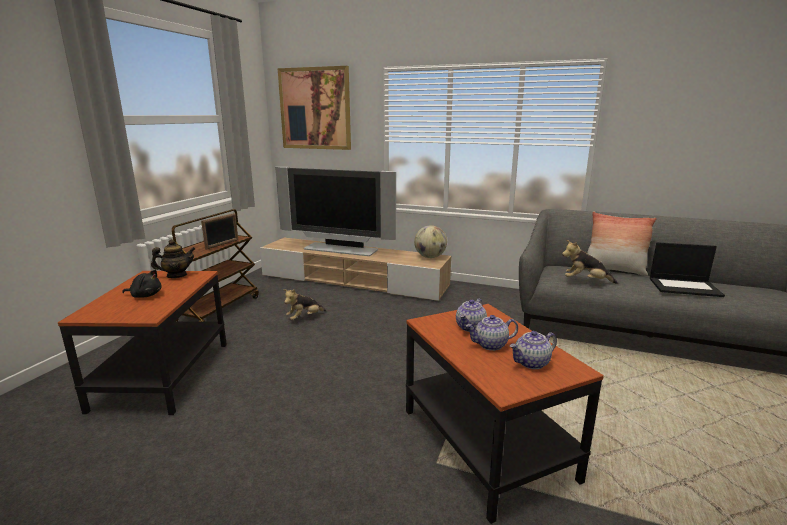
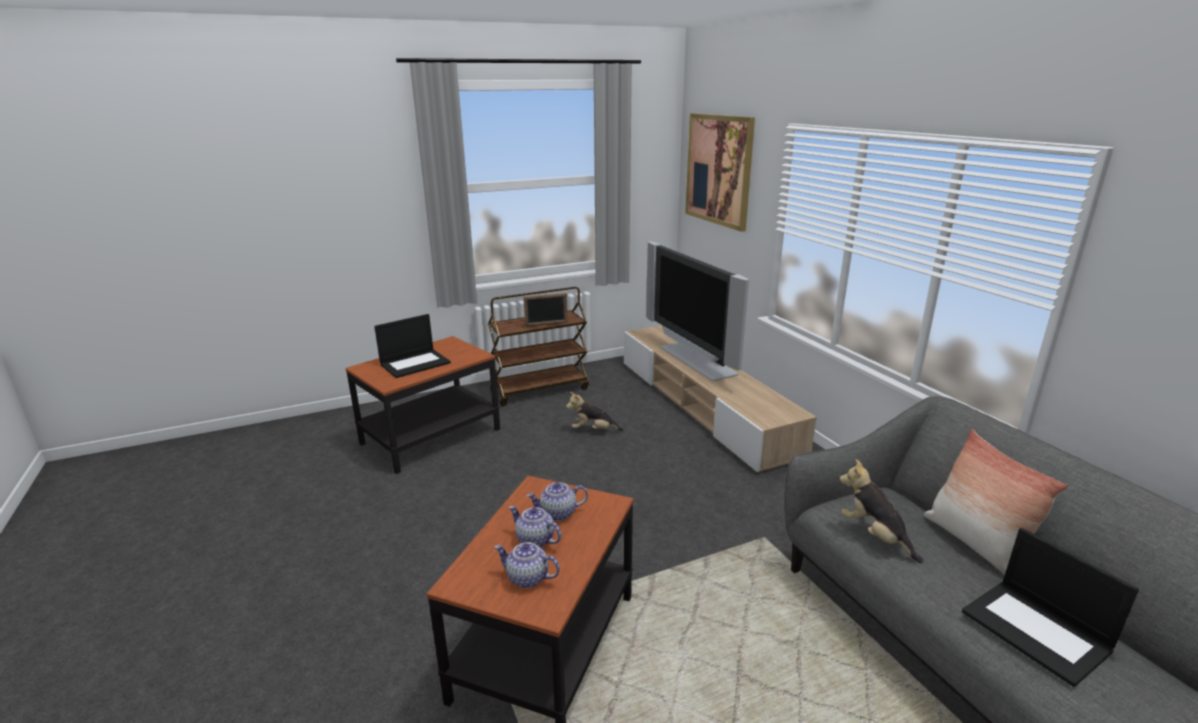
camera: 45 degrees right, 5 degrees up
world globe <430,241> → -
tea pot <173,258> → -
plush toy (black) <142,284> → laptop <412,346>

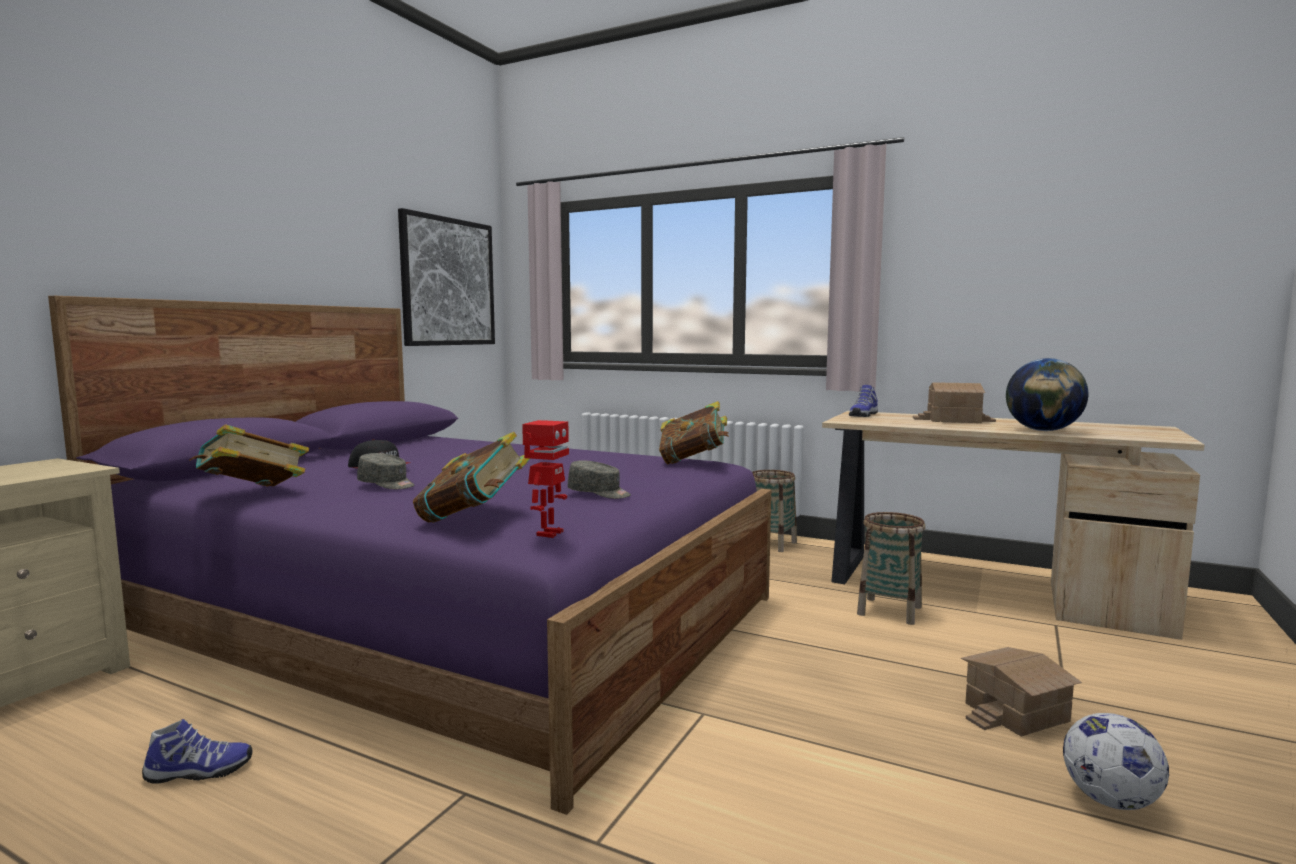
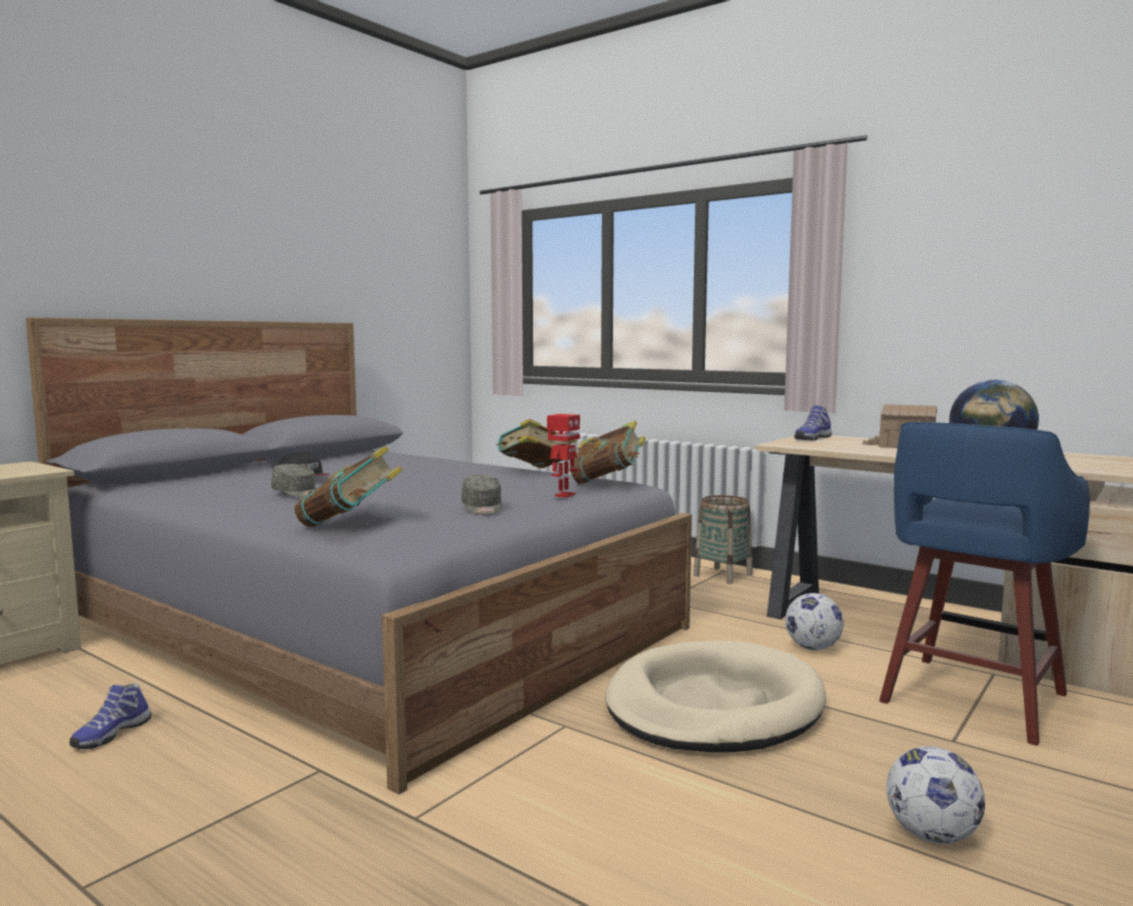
camera: 10 degrees right, 0 degrees up
wall art <446,277> → -
sleeping bed (purplish) <409,555> → sleeping bed (gray) <359,556>
robot figure <545,479> → robot figure <563,456>, move
volume <249,455> → volume <536,443>, move
baseball cap (gray) <599,479> → baseball cap (gray) <482,495>, 45 degrees clockwise
storage basket <891,568> → ball for football <814,621>
miniature house <1021,691> → -
item of footwear <197,751> → item of footwear <110,716>, 120 degrees clockwise
- → stool (blue) <984,584>
- → pet bed (sand-coloured) <715,696>

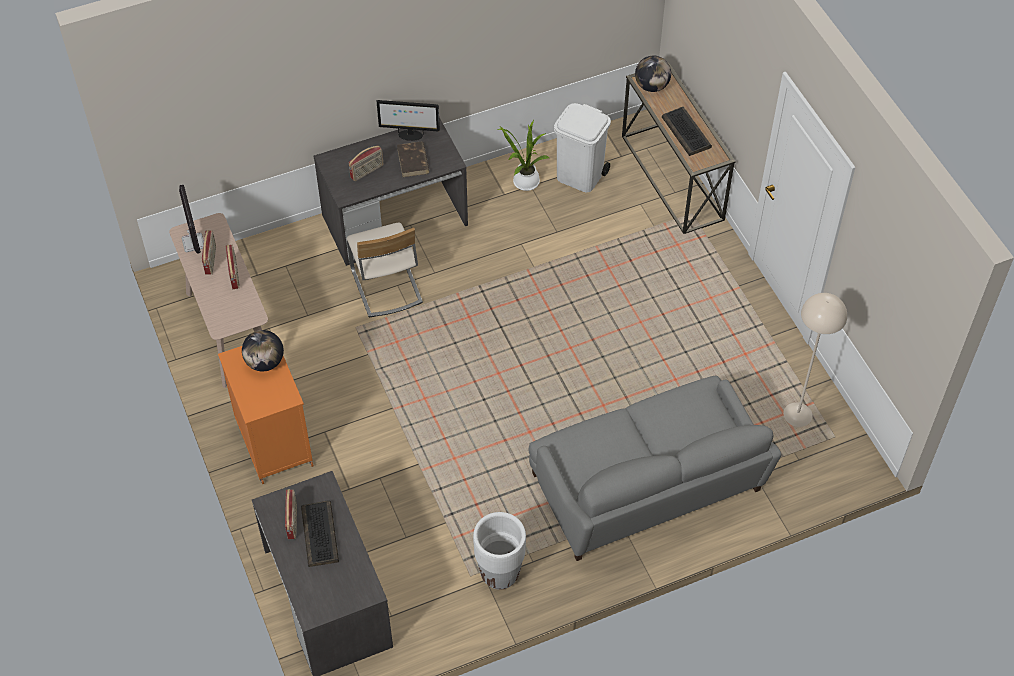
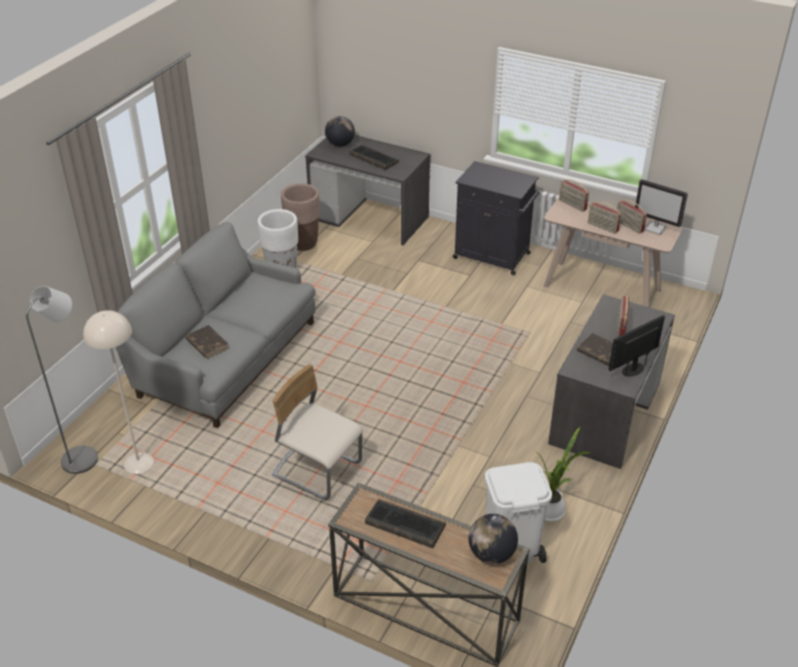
camera: 140 degrees right, 15 degrees down
upright chair (sand-coloured) <385,270> → upright chair (sand-coloured) <317,432>, move
world globe <263,350> → world globe <340,131>, move
storage cabinet (orange-coloured) <266,415> → storage cabinet (black) <496,218>
radio set <291,514> → radio set <574,196>, move
- → plant pot (brown-coloured) <300,217>
- → floor lamp (gray) <62,380>
- → volume (brown-coloured) <207,342>

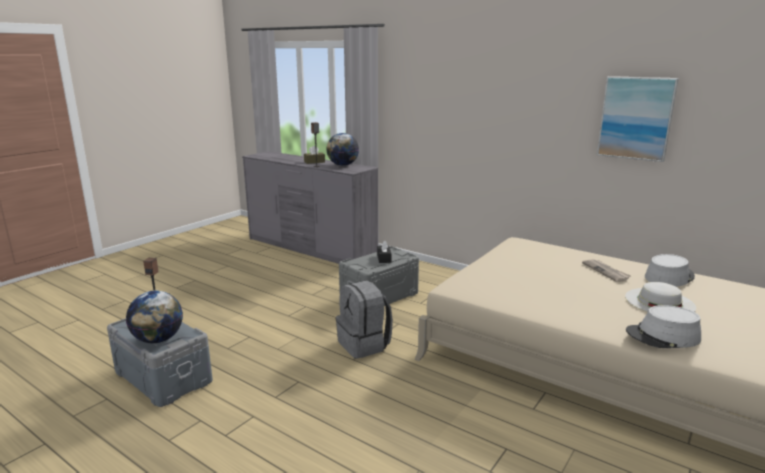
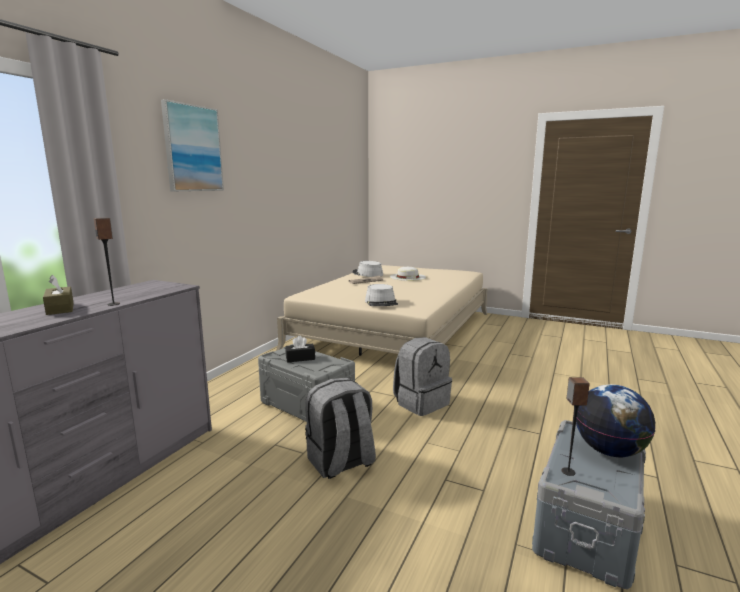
camera: 100 degrees left, 5 degrees down
wall art <638,119> → wall art <192,145>, move
world globe <342,149> → -
wearable hat (gray) <663,326> → wearable hat (gray) <381,295>, move
- → knapsack (gray) <340,428>

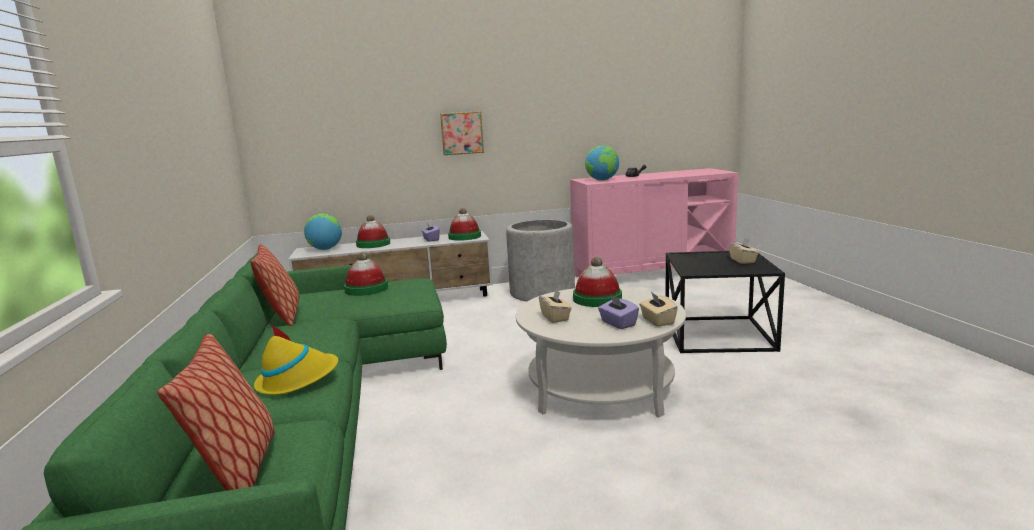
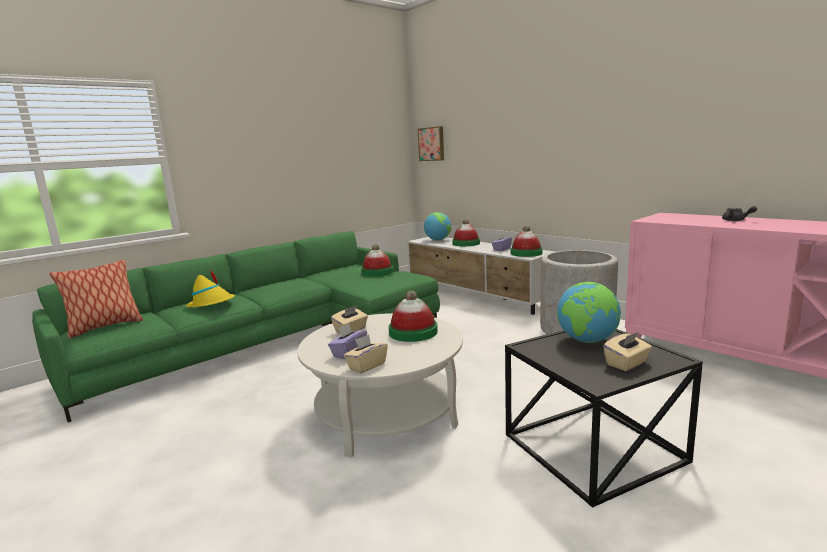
camera: 60 degrees right, 0 degrees up
wall art <462,133> → wall art <431,143>, move
world globe <602,163> → world globe <589,312>, move
pillow <274,285> → -

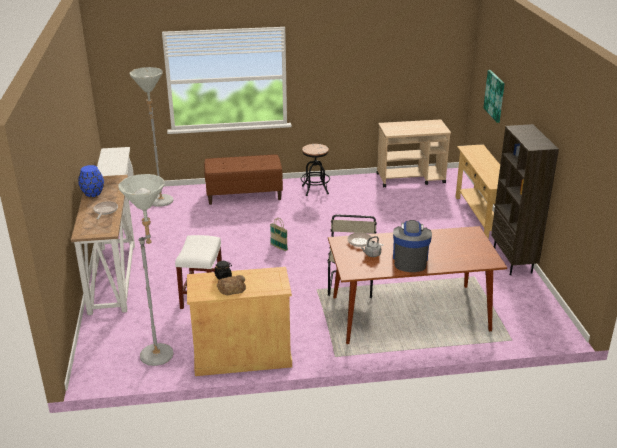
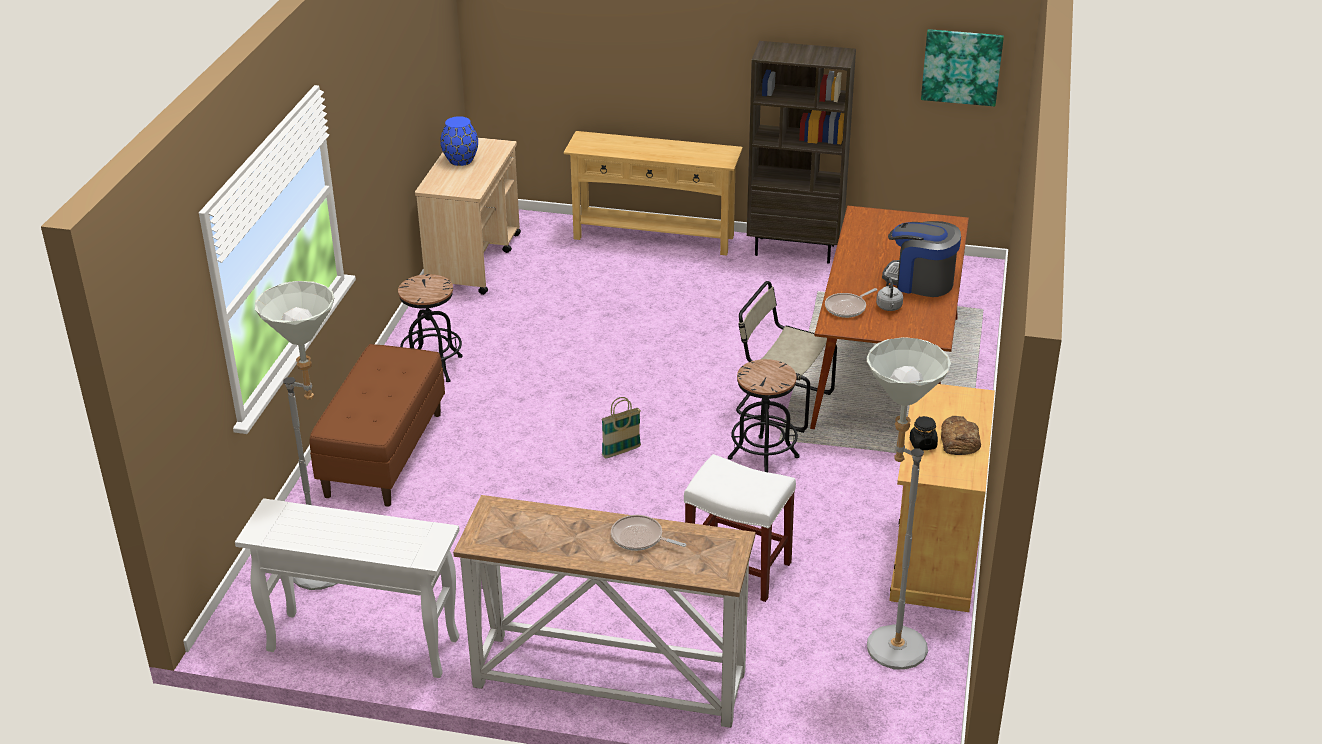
camera: 70 degrees left, 5 degrees up
wall art <494,96> → wall art <962,67>, move
decorative vase (blue) <91,181> → decorative vase (blue) <459,141>, move
- → stool (black) <764,415>

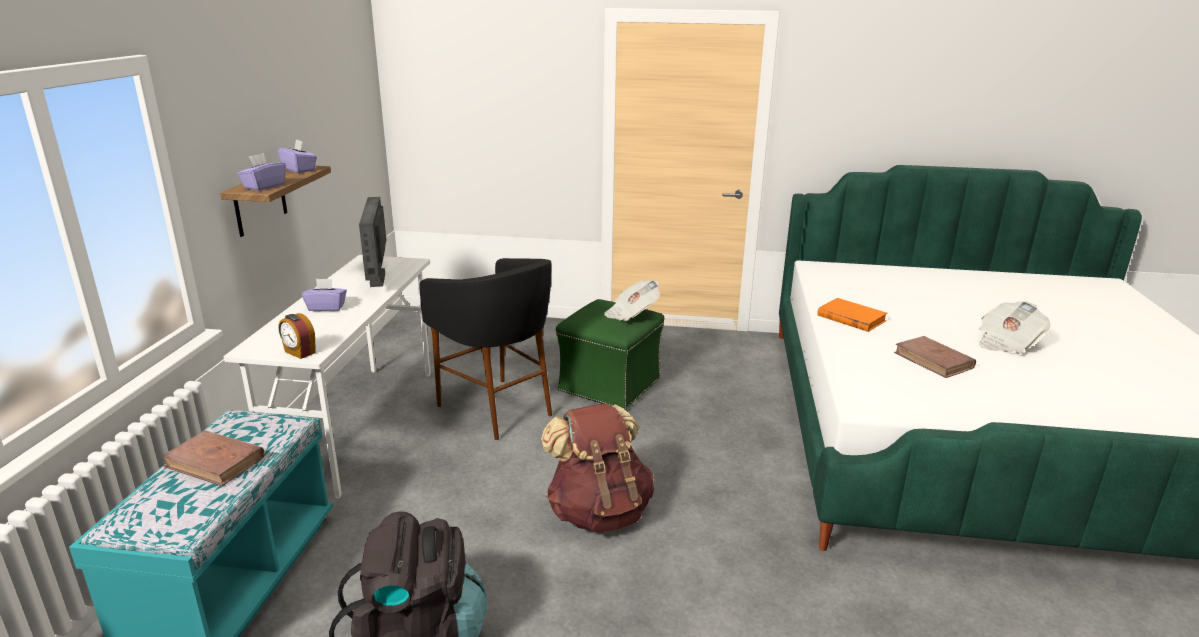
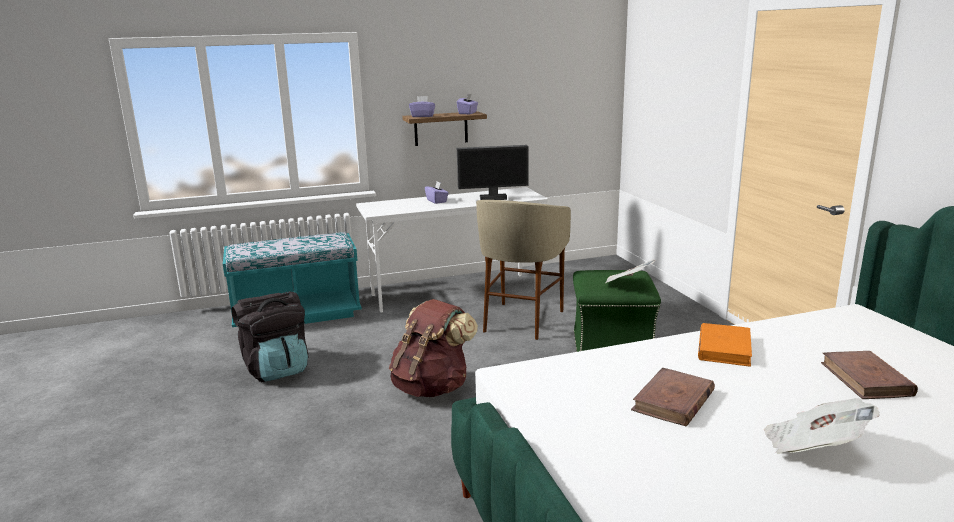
camera: 65 degrees right, 5 degrees down
monitor <373,242> → monitor <493,172>, 150 degrees counterclockwise
stool (black) <485,349> → stool (sand-coloured) <523,270>
bedside clock <297,336> → -
volume (brown-coloured) <212,458> → volume (brown-coloured) <869,375>, move

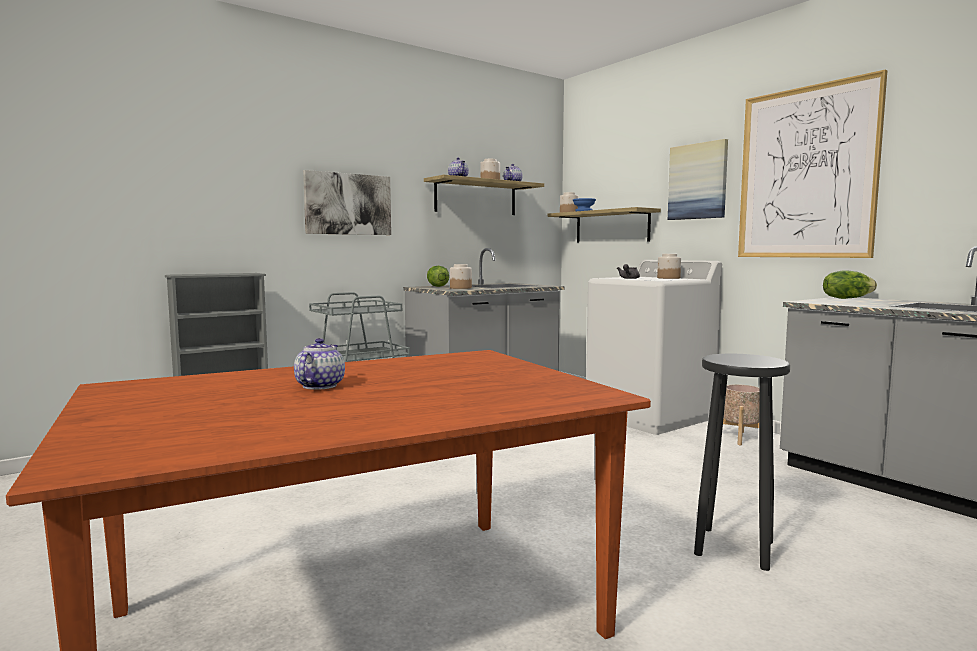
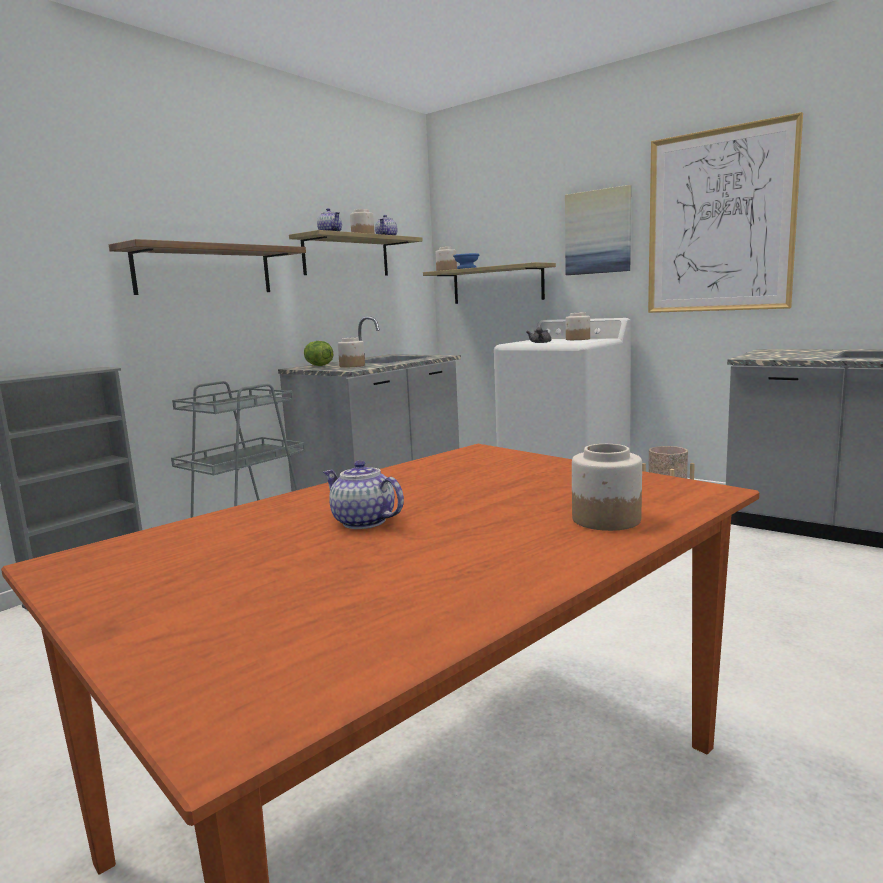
camera: 15 degrees left, 5 degrees up
wall art <347,202> → bracket shelf <207,267>
lettuce <850,284> → -
tea pot <319,364> → tea pot <363,494>, 45 degrees counterclockwise
stool (black) <742,462> → -
- → storage jar <607,487>

